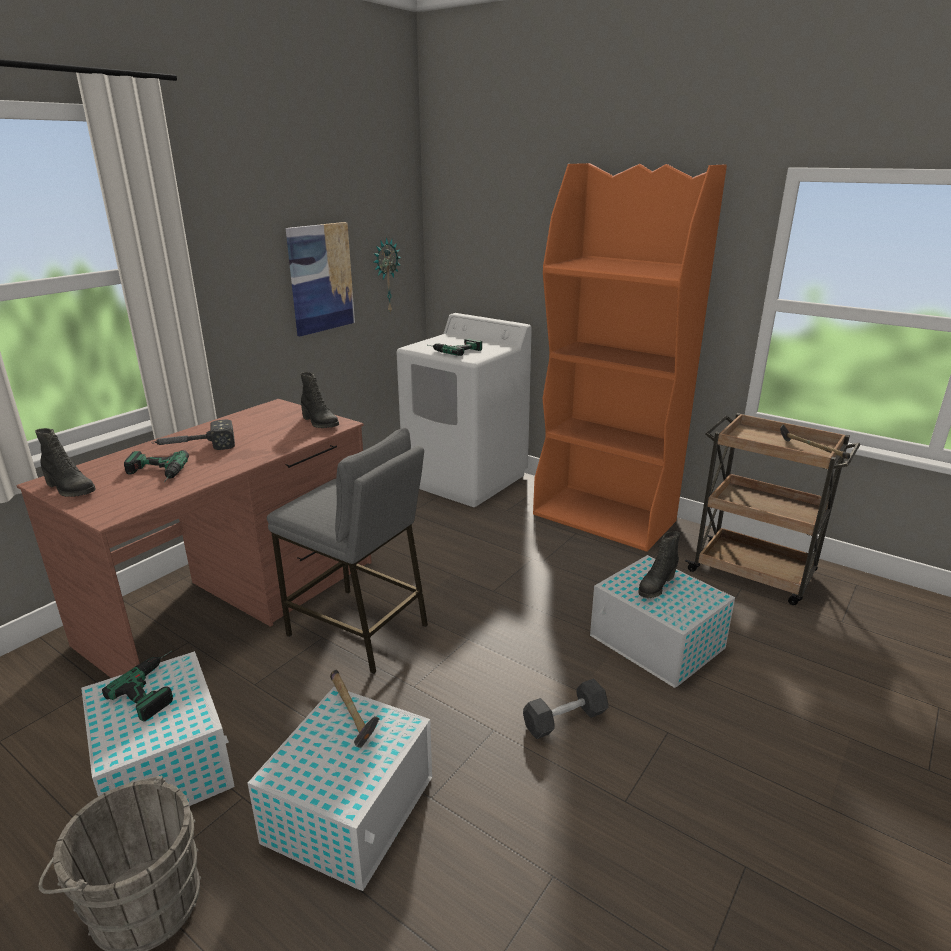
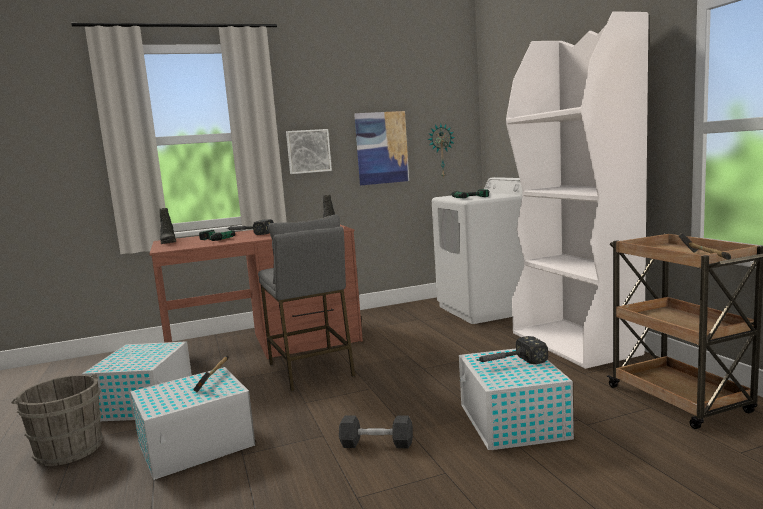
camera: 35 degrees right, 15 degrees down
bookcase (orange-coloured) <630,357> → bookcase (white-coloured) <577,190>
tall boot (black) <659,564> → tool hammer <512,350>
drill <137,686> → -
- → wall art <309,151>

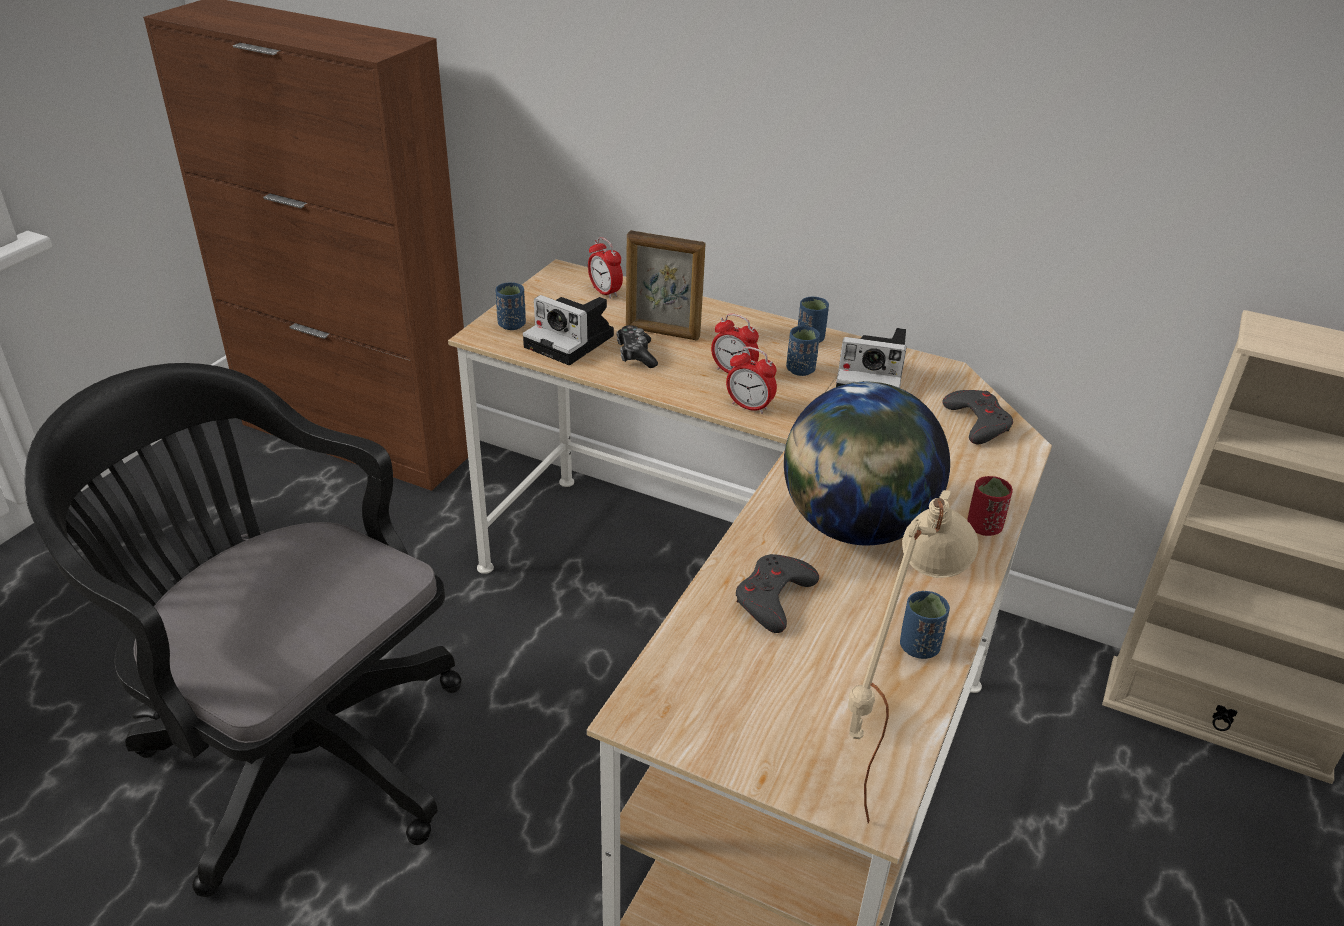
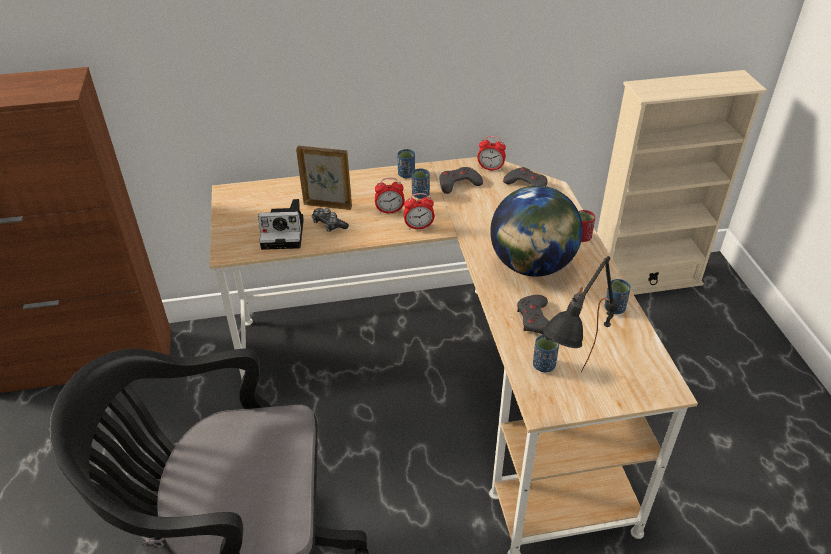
camera: 35 degrees left, 5 degrees up
picture frame <665,285> → picture frame <324,178>, 150 degrees counterclockwise
bedside clock <605,268> → bedside clock <491,153>, move
small cup (blue) <511,306> → small cup (blue) <546,353>, move
still camera <871,358> → joypad (gray) <461,180>
lamp for a table (sand-coloured) <913,656> → -
- → lamp for a table (black) <580,314>

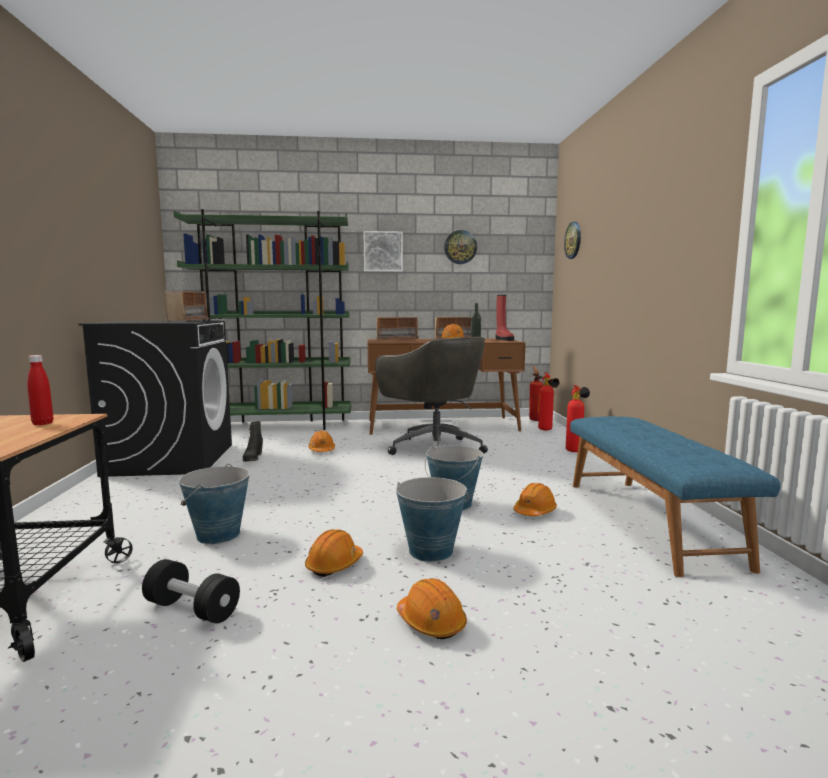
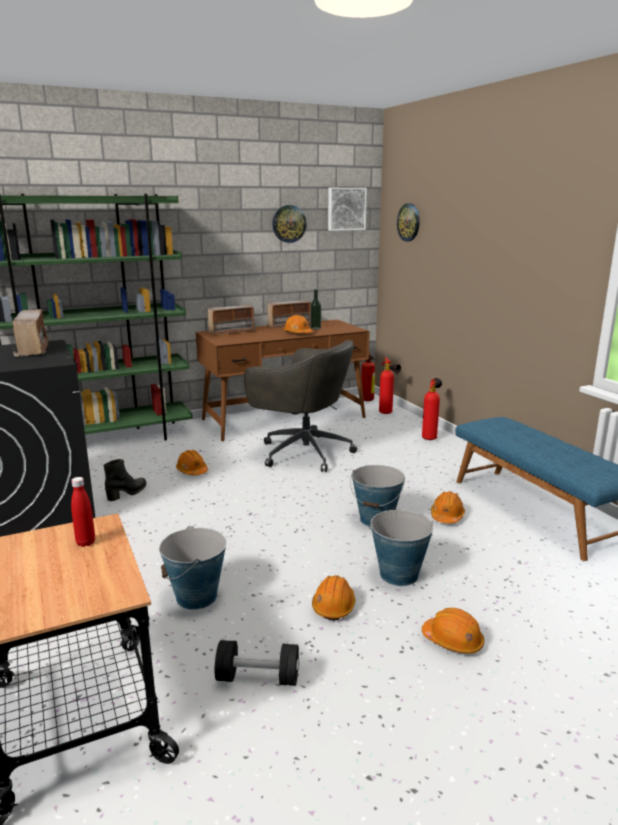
camera: 20 degrees left, 10 degrees up
wall art <383,251> → wall art <347,209>, move
tall boot (red) <505,318> → -
tall boot (black) <253,441> → tall boot (black) <125,480>, 120 degrees counterclockwise

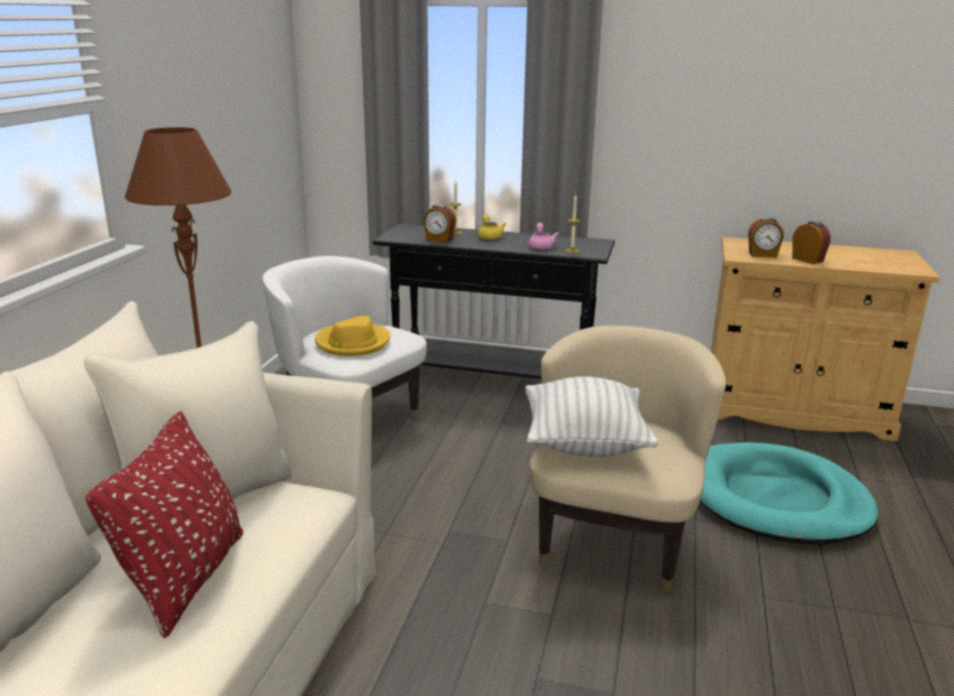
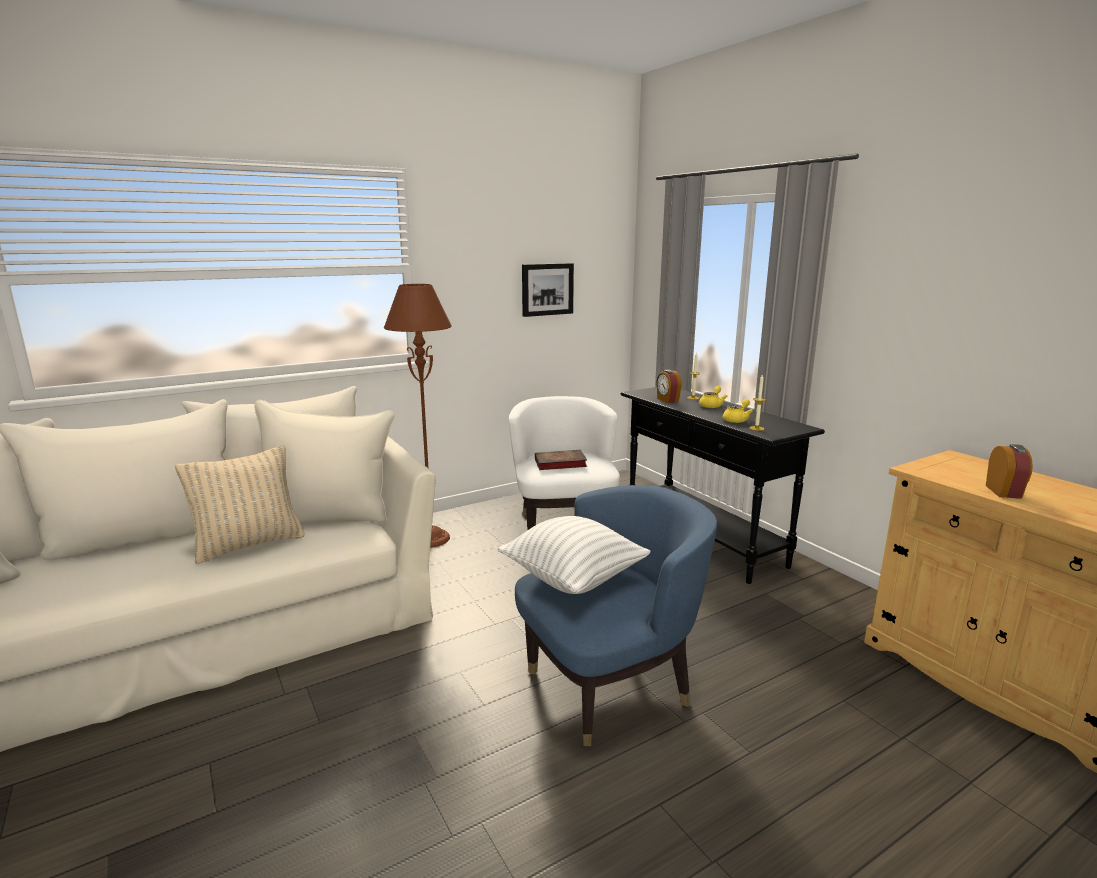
camera: 45 degrees right, 5 degrees down
bedside clock <766,237> → -
tea pot (pink) <543,236> → tea pot (yellowish) <738,411>
wearable hat (yellowish) <352,336> → volume <561,460>
easy chair (sand-coloured) <628,459> → easy chair (blue) <616,615>
pillow (red) <164,524> → pillow (sand-coloured) <240,504>
pet bed (turquoise-coloured) <789,493> → -
- → wall art <548,290>

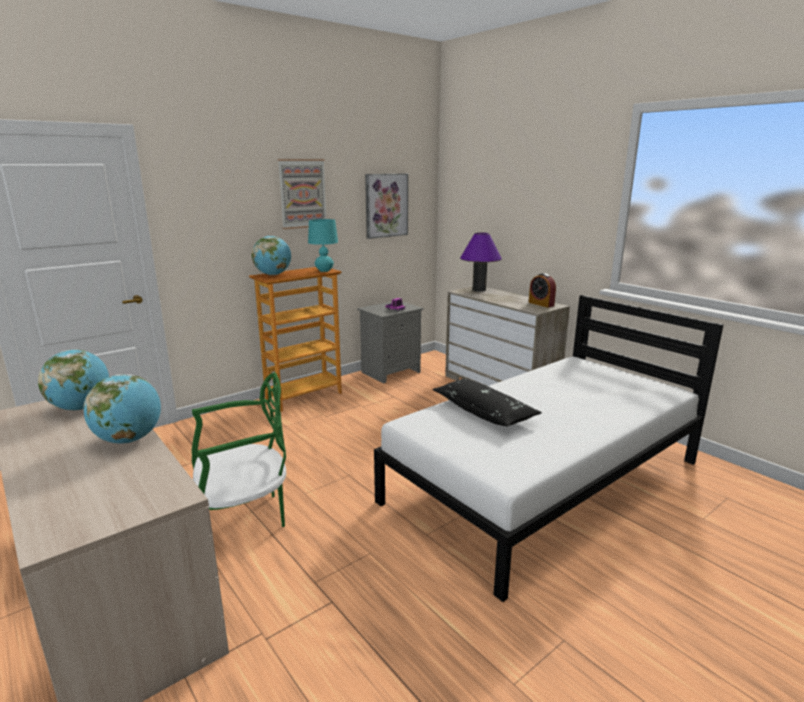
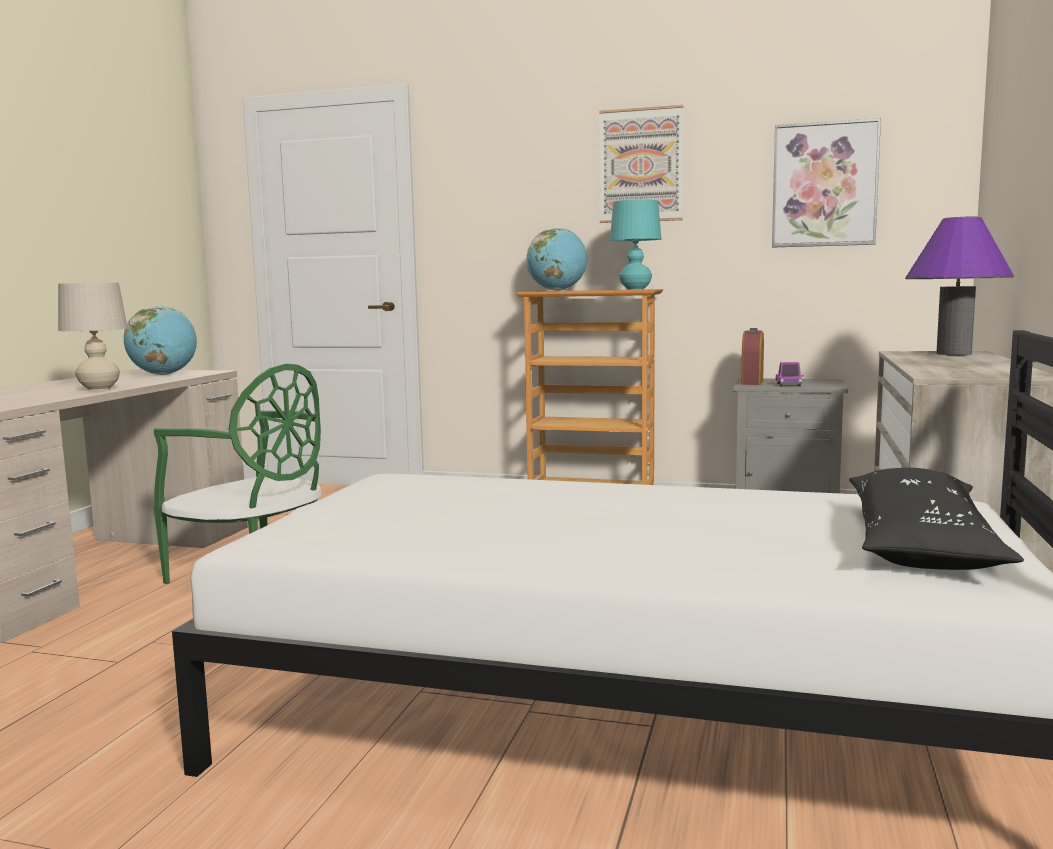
camera: 55 degrees right, 10 degrees down
bedside clock <542,290> → bedside clock <752,356>, move
world globe <122,409> → lamp for a table (sand-coloured) <93,337>
pillow (black) <487,402> → pillow (black) <936,519>, move

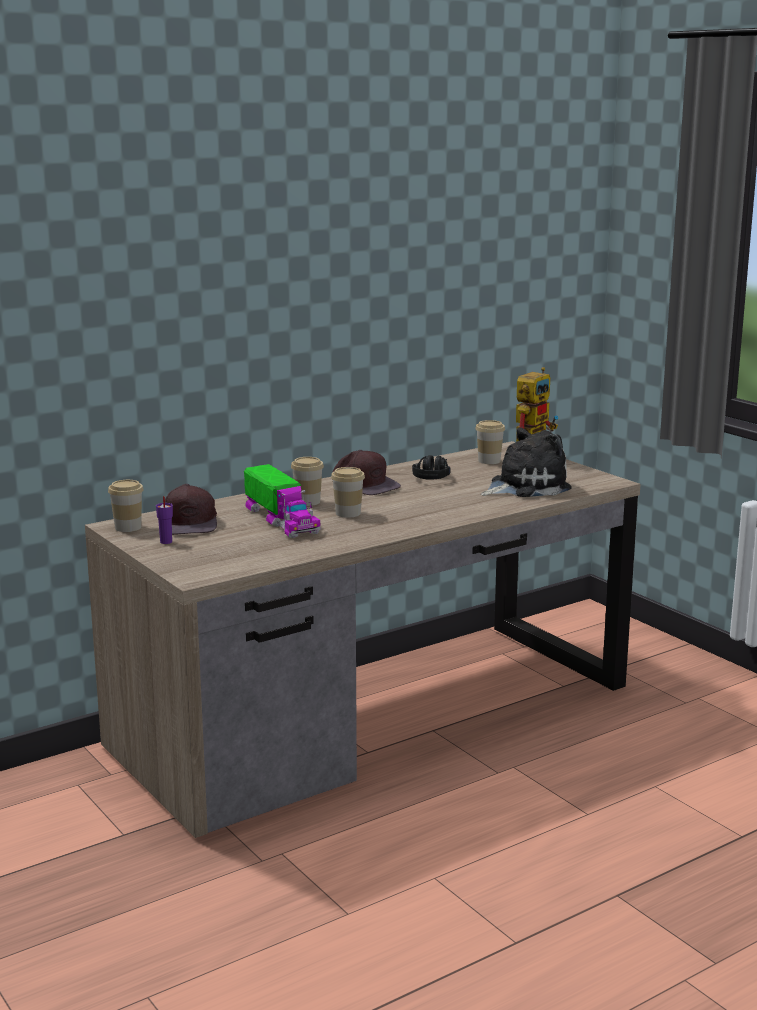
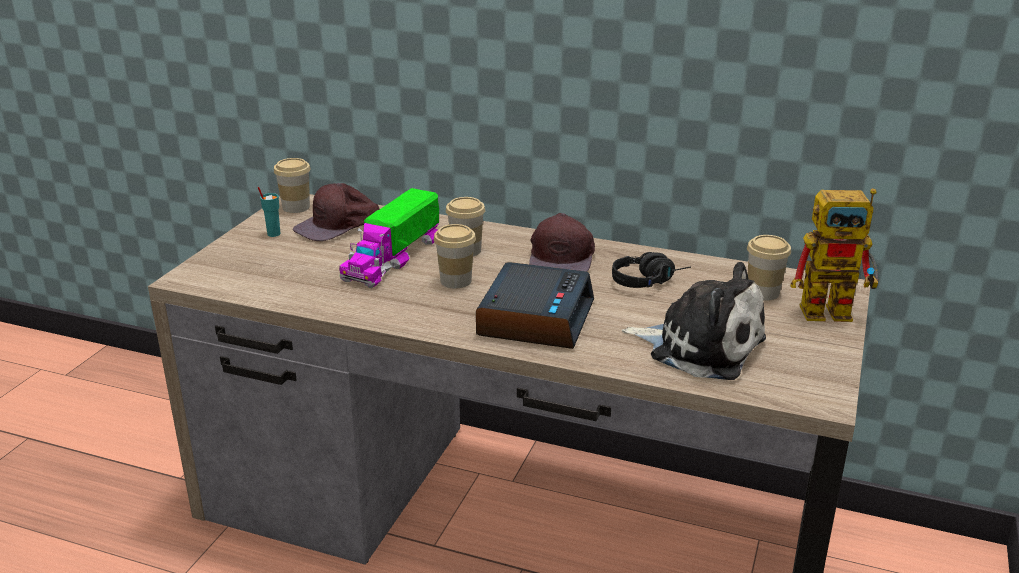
camera: 55 degrees right, 10 degrees up
small cup (purplish) <164,520> → small cup (turquoise-coloured) <269,212>
- → bedside clock <535,305>

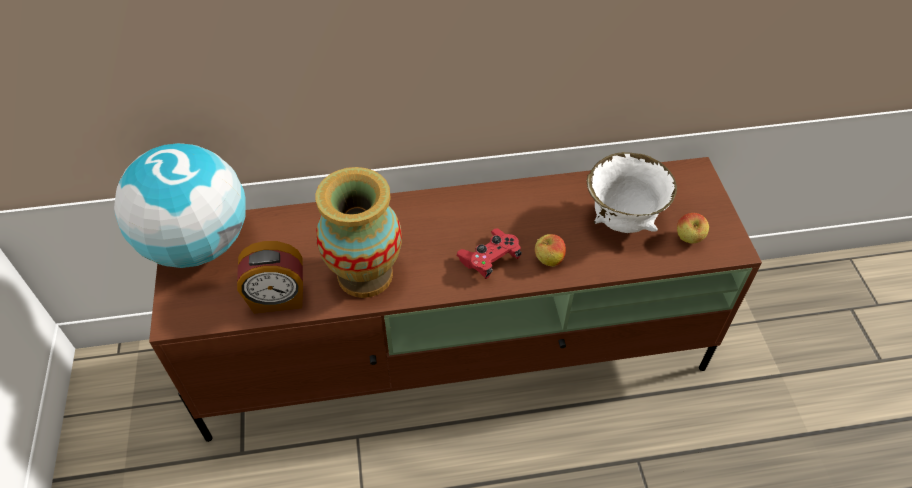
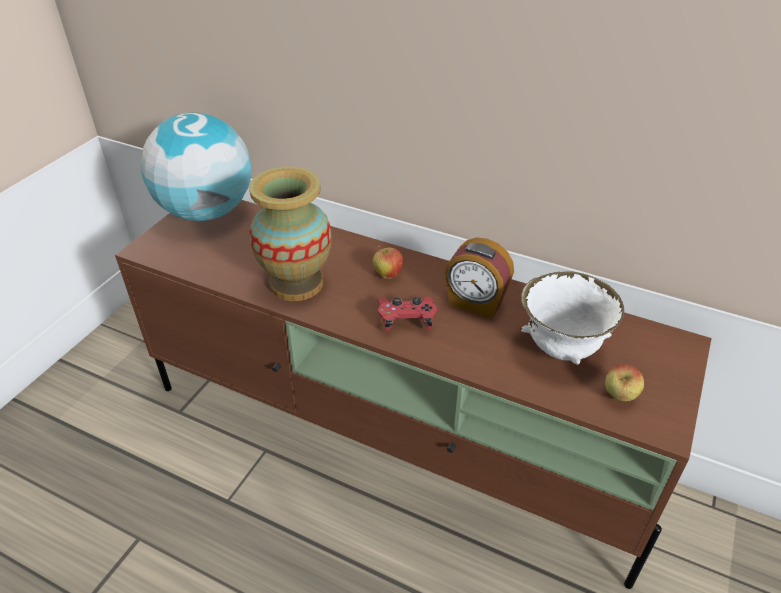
camera: 35 degrees right, 10 degrees down
apple fruit <550,250> → apple fruit <388,262>, move
bedside clock <270,277> → bedside clock <479,278>, move

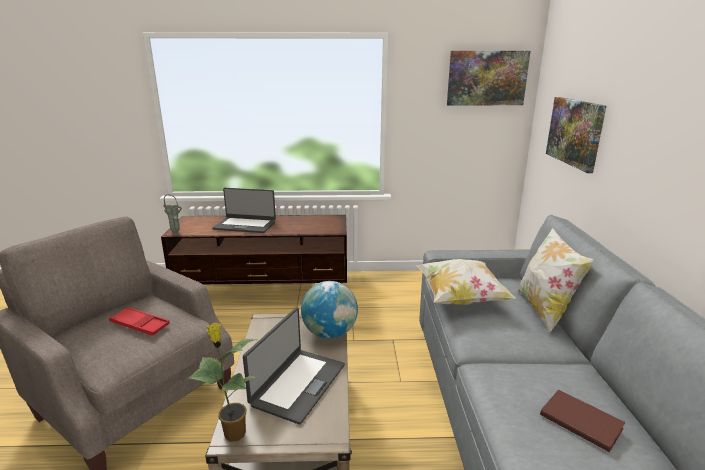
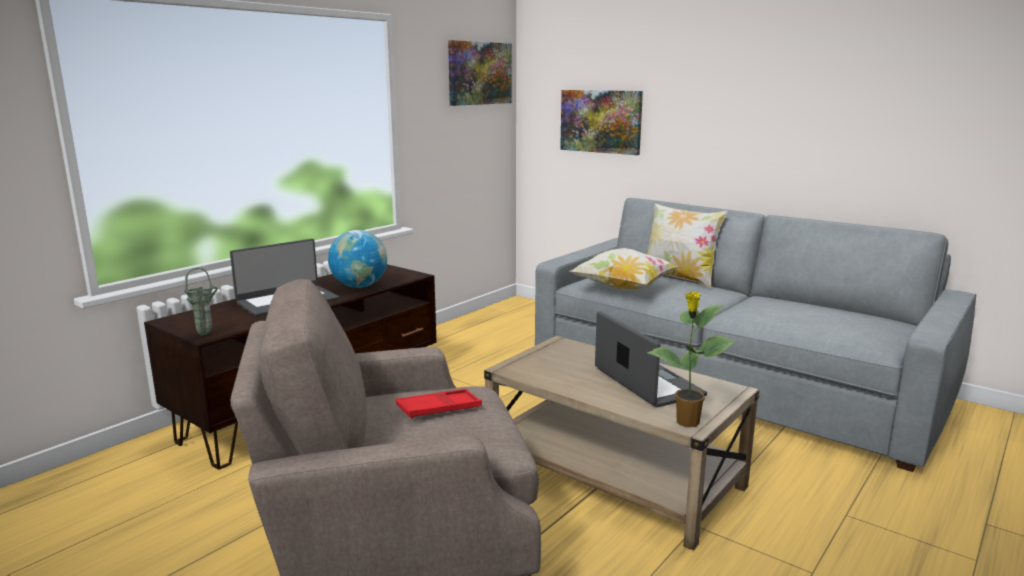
camera: 50 degrees left, 5 degrees down
world globe <329,309> → world globe <357,259>, move
volume (brown-coloured) <583,421> → -

